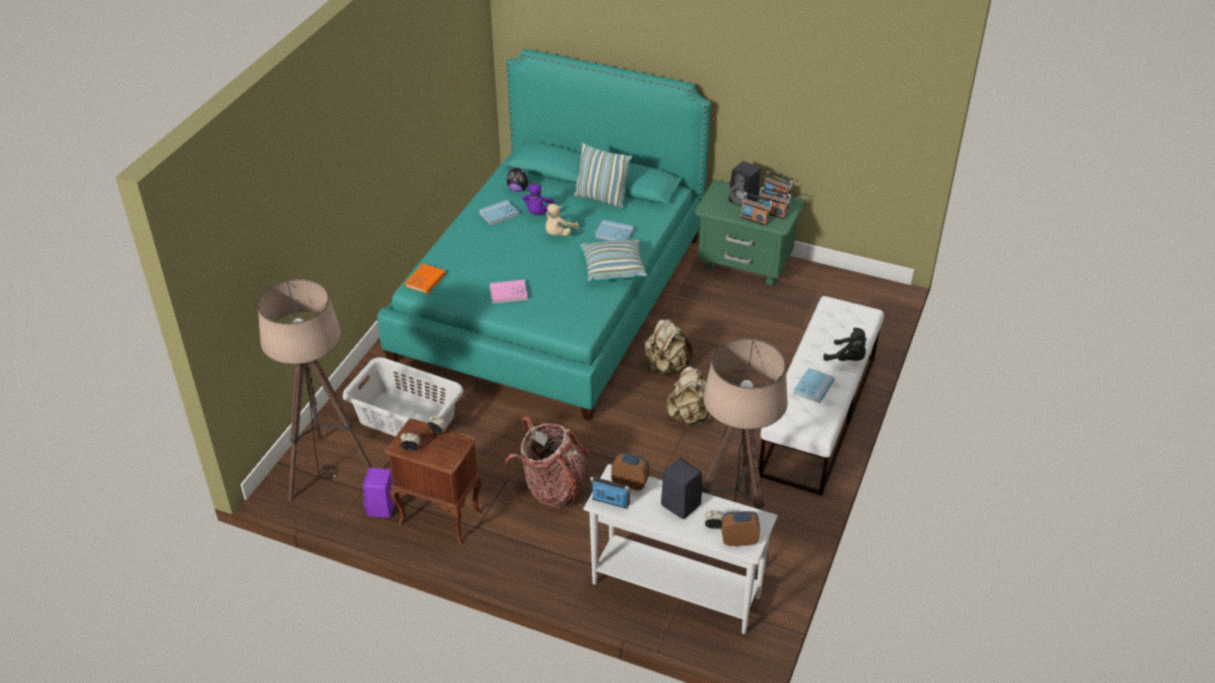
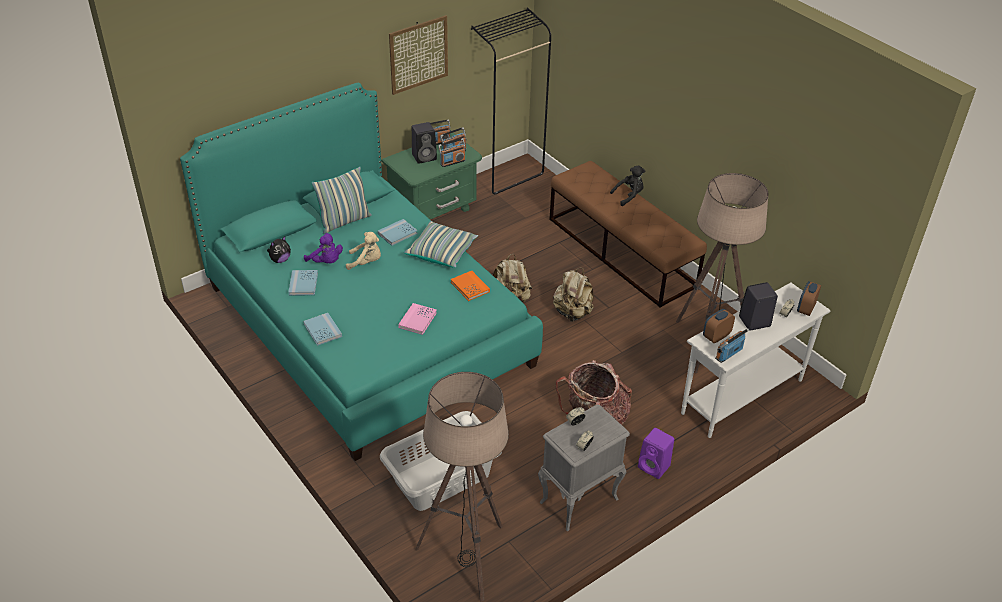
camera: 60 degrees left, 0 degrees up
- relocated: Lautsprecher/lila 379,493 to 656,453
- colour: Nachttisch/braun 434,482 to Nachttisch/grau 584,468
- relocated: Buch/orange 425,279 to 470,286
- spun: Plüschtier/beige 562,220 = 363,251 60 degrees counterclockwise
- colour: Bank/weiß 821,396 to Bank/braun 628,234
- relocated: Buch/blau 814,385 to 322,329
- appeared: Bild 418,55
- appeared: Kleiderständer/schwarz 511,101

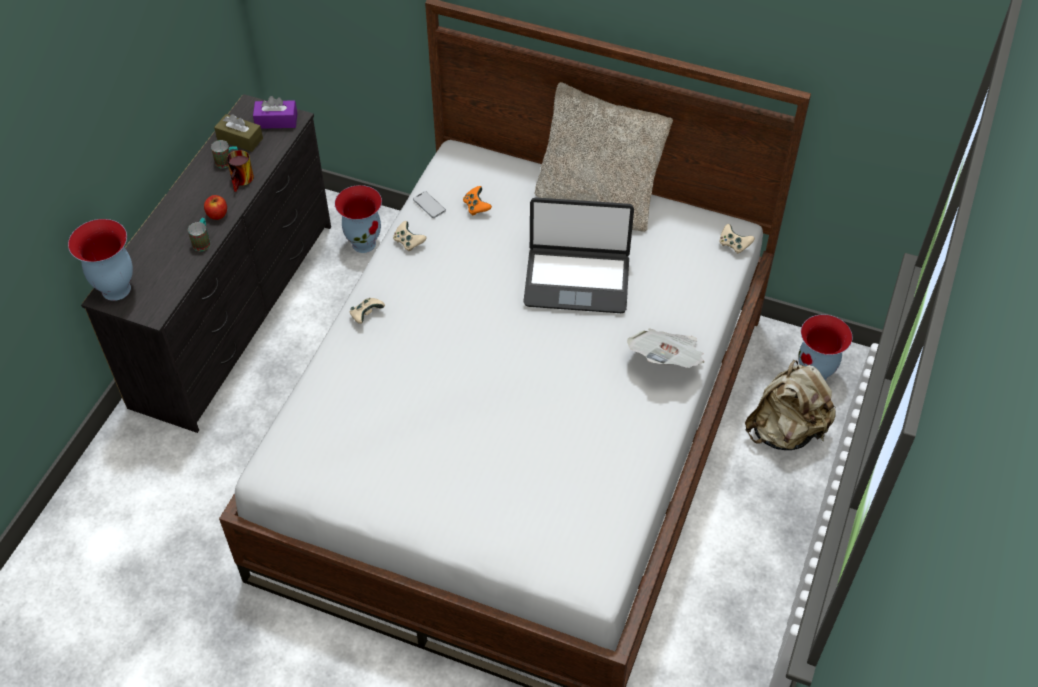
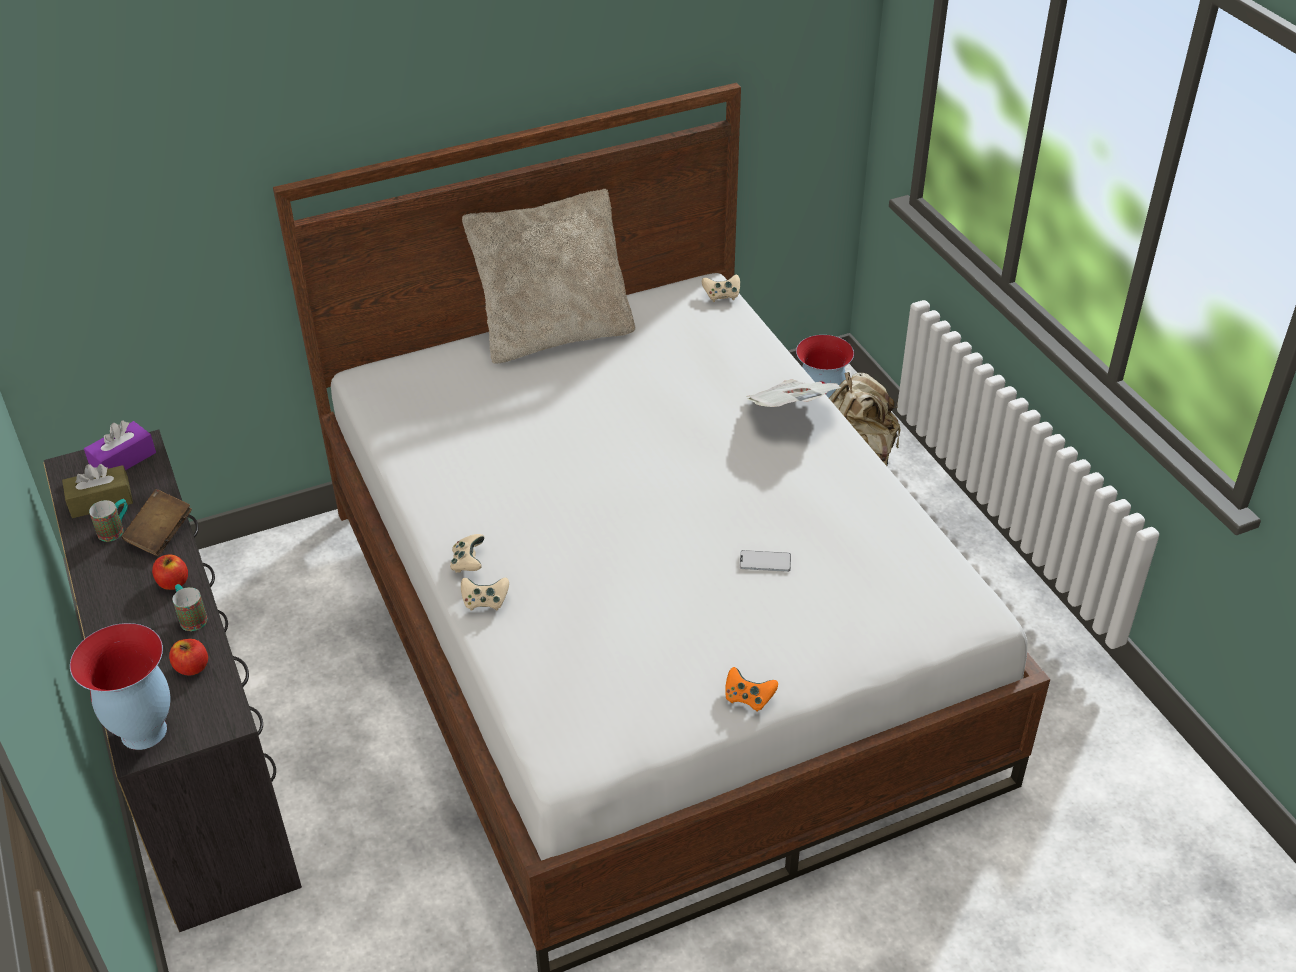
camera: 45 degrees left, 10 degrees down
- exchanged: Henkelbecher 240,171 to Buch/braun 156,522
- missing: Vase 358,219
- relocated: Gamepad/beige 410,236 to 485,594
- relocated: Handy 429,204 to 765,561
- relocated: Gamepad/orange 477,201 to 751,689
- missing: Laptop 578,255
- appeared: Apfel 188,657

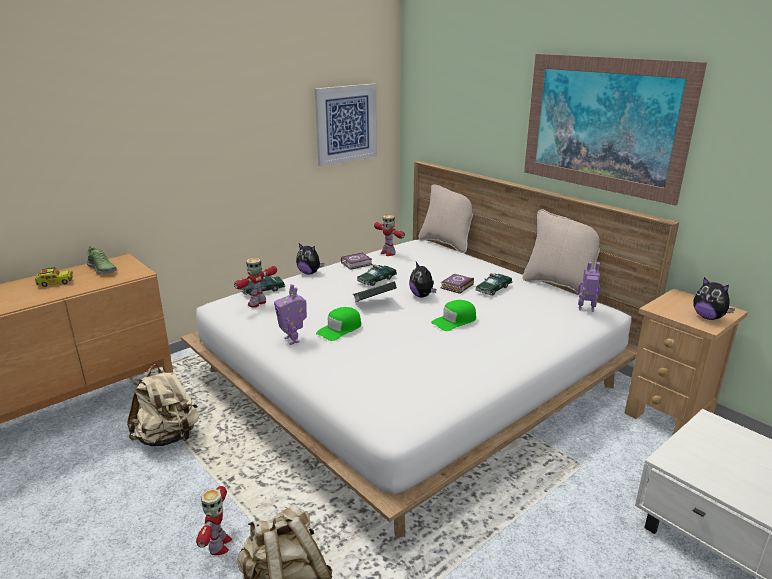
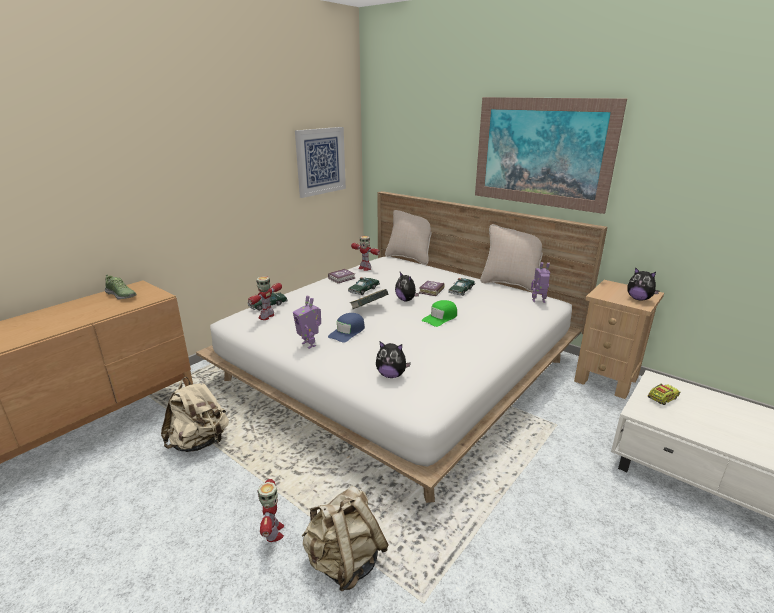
camera: 10 degrees left, 0 degrees up
- relocated: Spielzeuglaster 54,277 to 664,394
- relocated: Plüschtier 310,258 to 393,359
- colour: Kappe/grün 338,324 to Kappe/blau 346,327

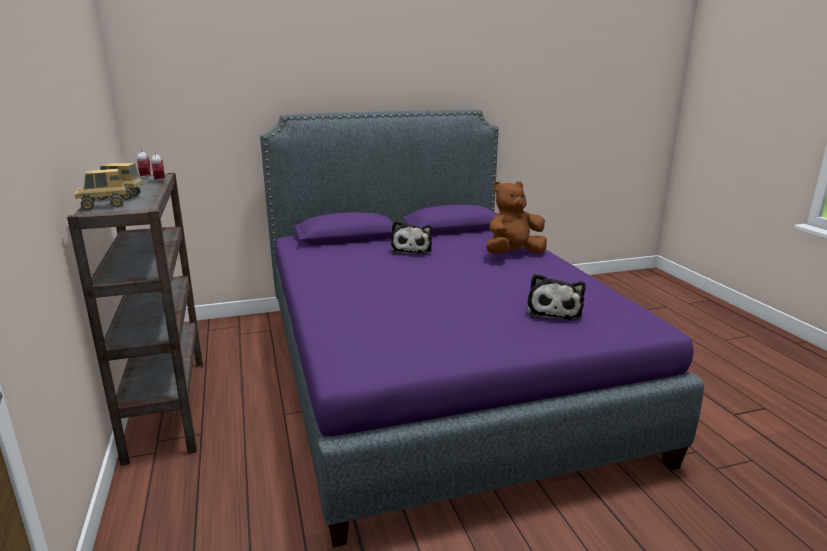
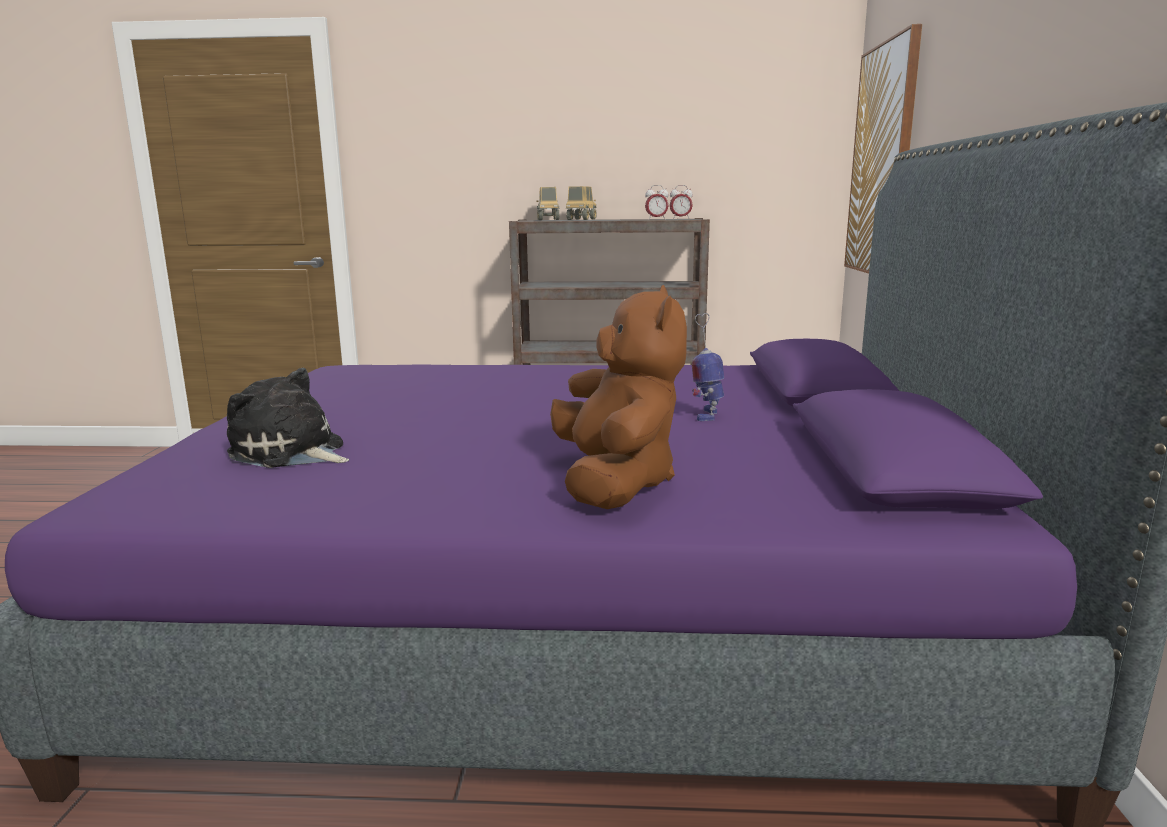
camera: 110 degrees right, 5 degrees down
- exchanged: Plüschtier 411,237 to Spielzeugroboter 708,367
- appeared: Bild 883,149

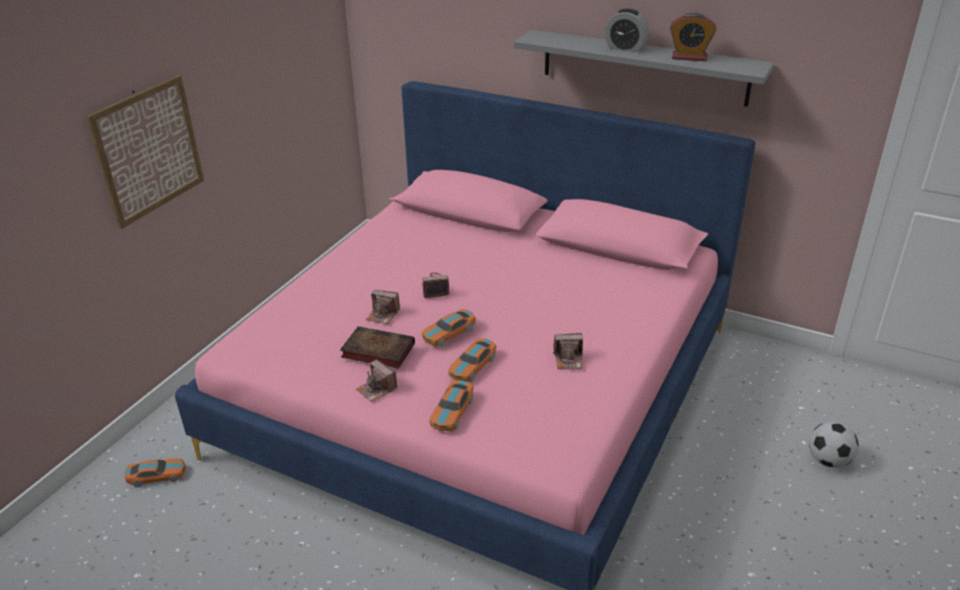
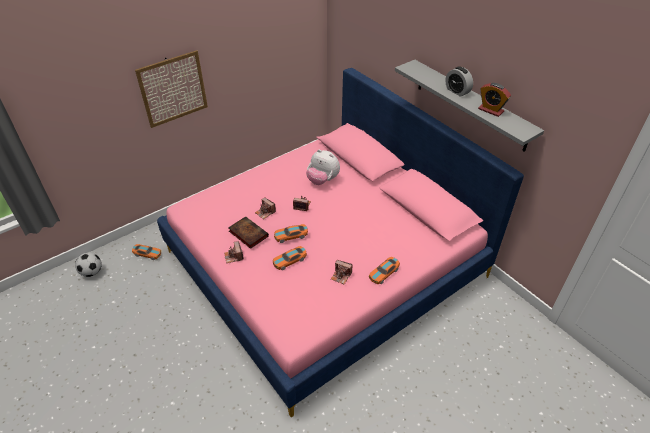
camera: 25 degrees right, 10 degrees up
- relocated: Spielzeugauto 452,405 to 384,271
- relocated: Fußball 834,444 to 88,264
- appeared: Plüschtier 323,167

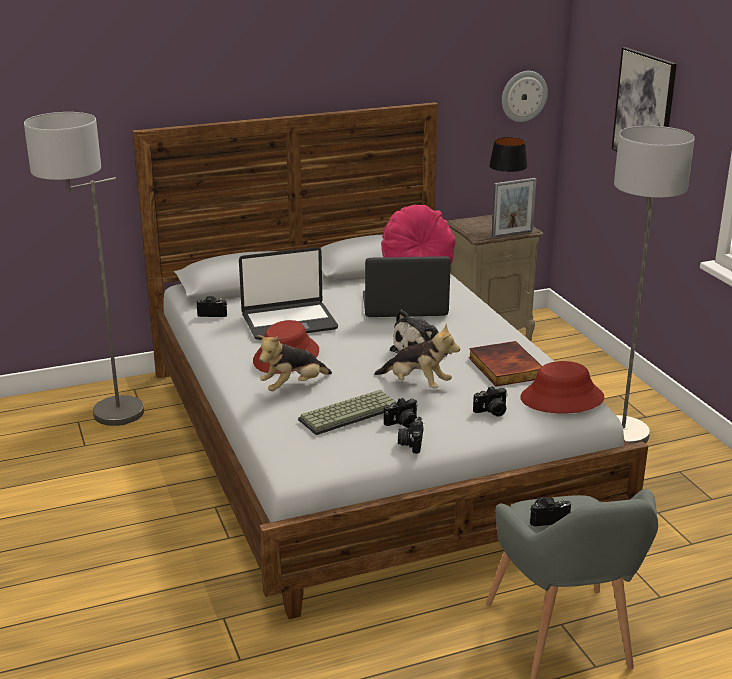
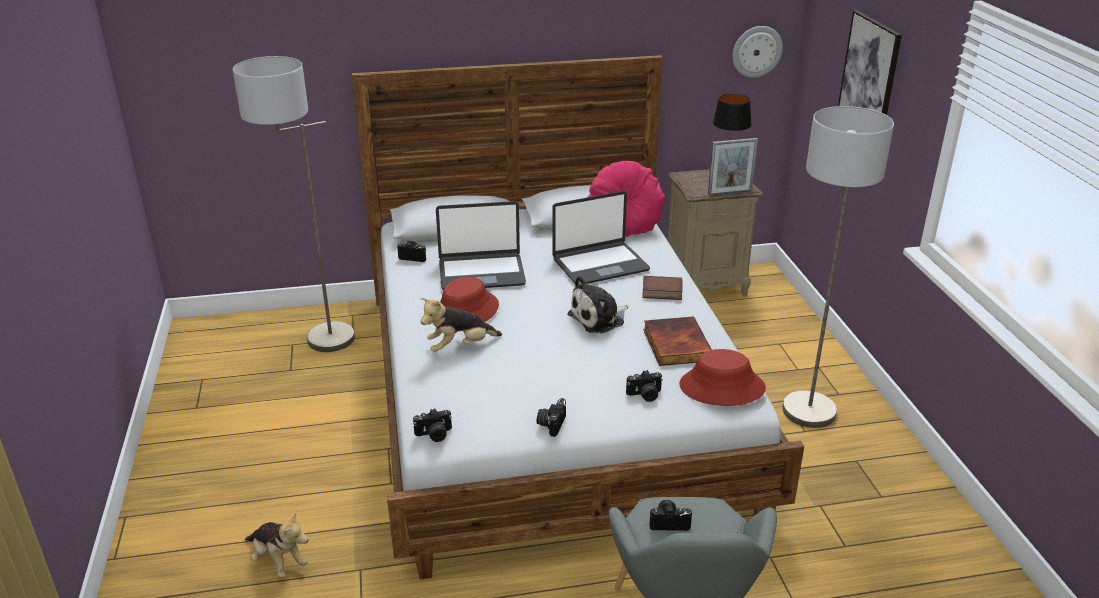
camera: 10 degrees right, 5 degrees up
- missing: Tastatur 347,412
- spun: Laptop 407,286 = 601,237 150 degrees clockwise
- relocated: Plüschtier 417,356 to 276,544
- relocated: Kamera 401,413 to 432,425
- appeared: Buch 662,288

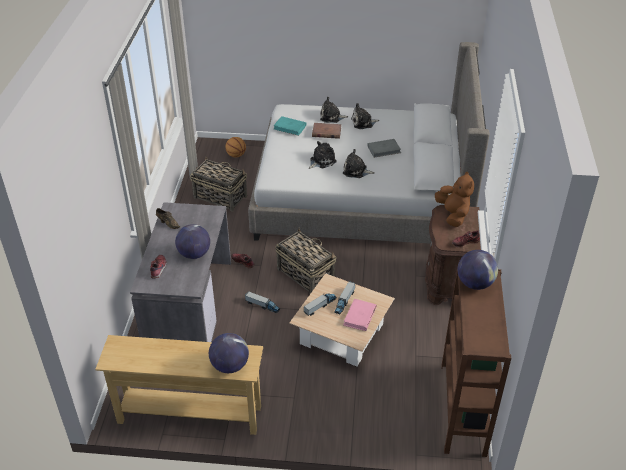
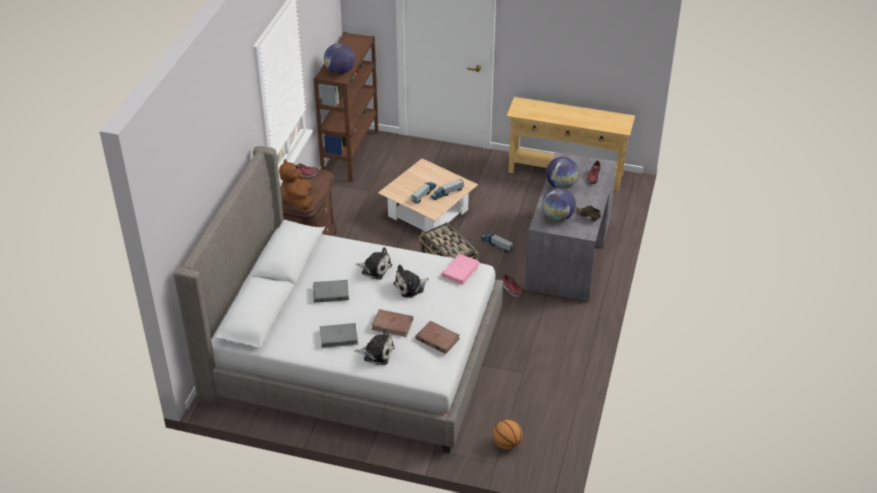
camera: 170 degrees left, 0 degrees up
- missing: Korb 218,184
- relocated: Globus 229,353 to 559,204
- colour: Buch/türkis 289,126 to Buch/braun 437,337
- relocated: Buch/rosa 360,315 to 461,269
- exchanged: Plüschtier 365,116 to Buch/grau 339,335

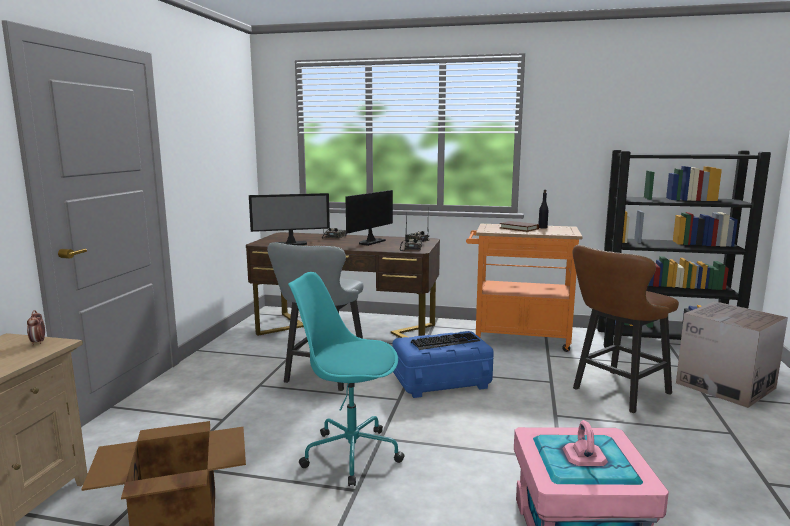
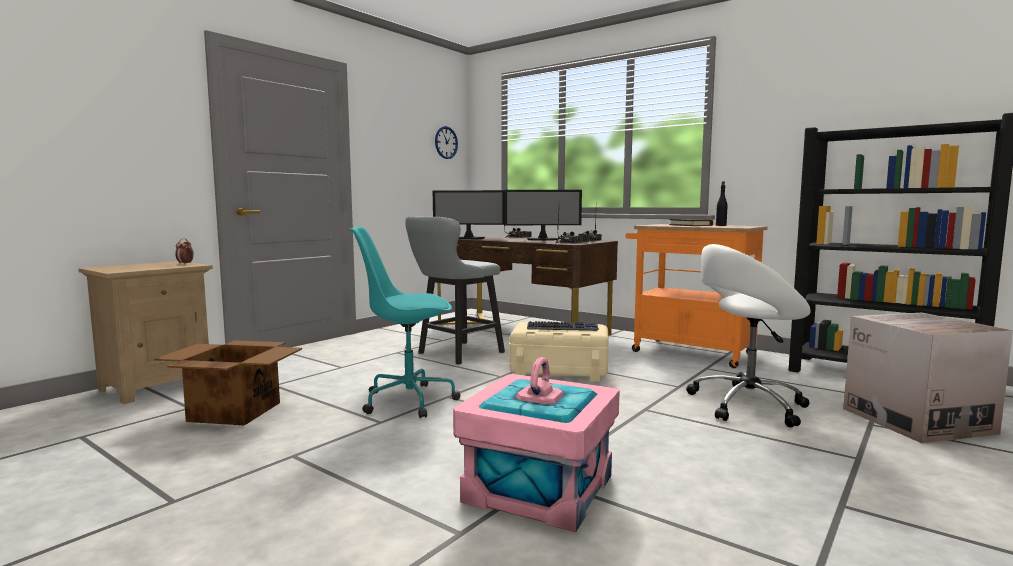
camera: 25 degrees right, 5 degrees down
- spun: Bürostuhl/türkis 346,379 = 405,322 45 degrees counterclockwise
- spun: Monitor 369,218 = 543,215 150 degrees counterclockwise
- colour: Aufbewahrungsbox/blau 443,364 to Aufbewahrungsbox/beige 559,352
- exchanged: Hocker/braun 626,329 to Bürostuhl/weiß 748,335
- appeared: Wanduhr 446,142

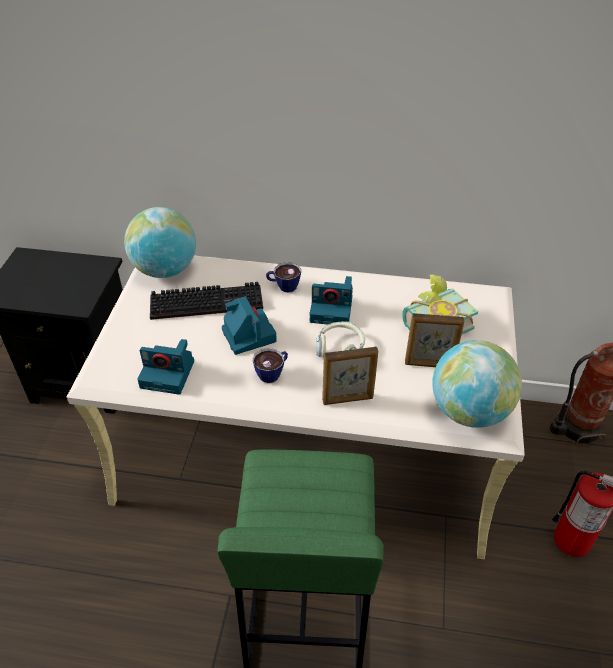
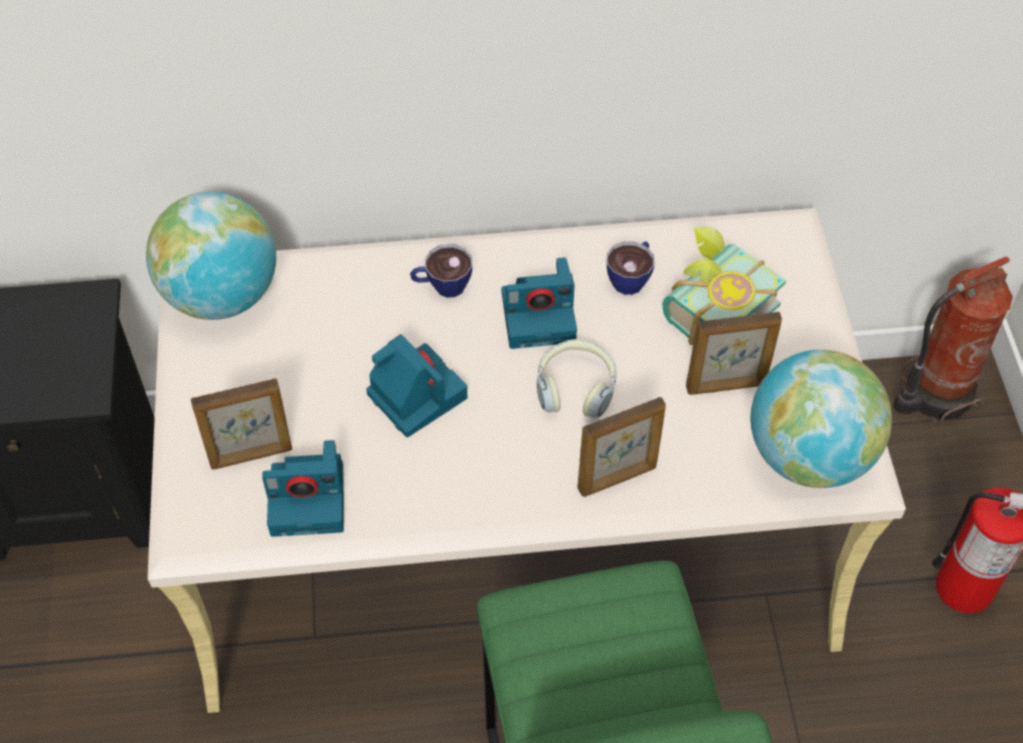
camera: 15 degrees left, 10 degrees up
- missing: Tastatur 206,301
- relocated: Tasse 270,365 to 630,268
- appeared: Bilderrahmen 241,424

